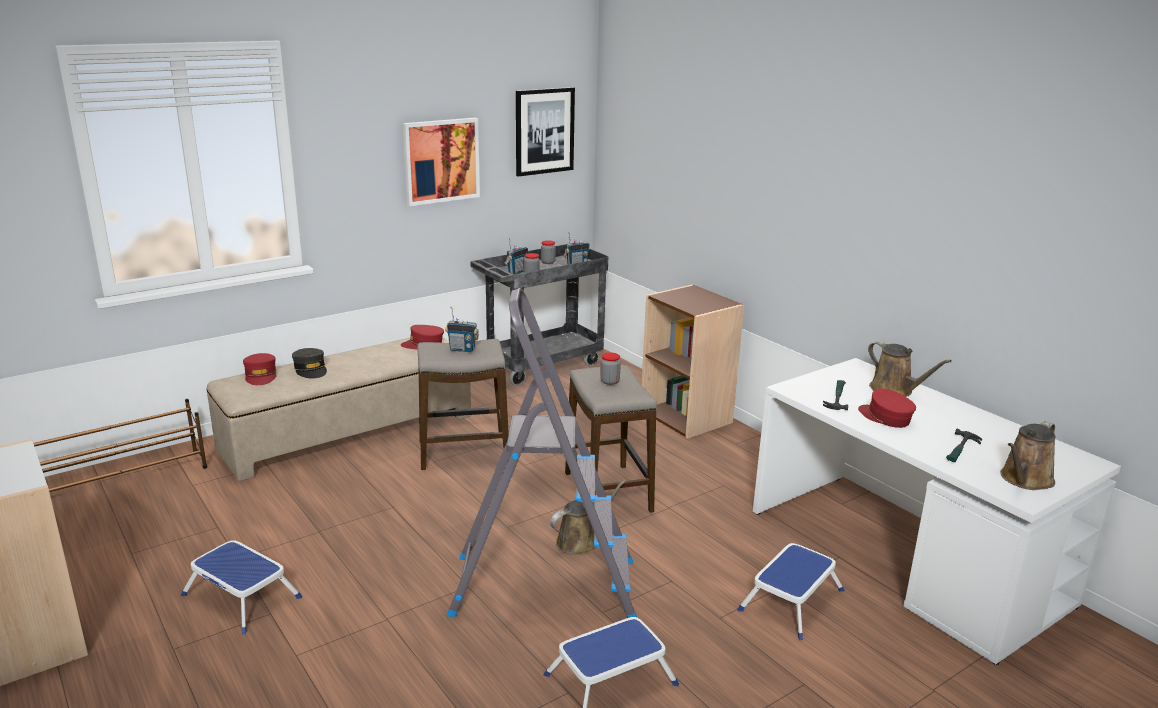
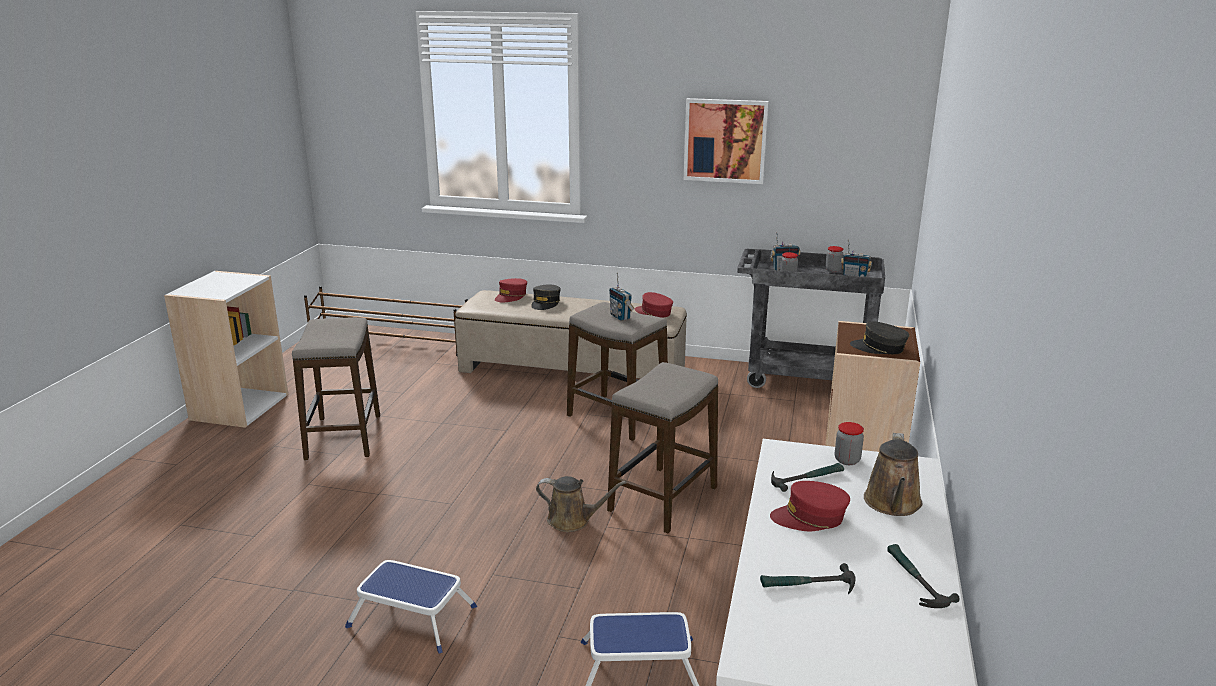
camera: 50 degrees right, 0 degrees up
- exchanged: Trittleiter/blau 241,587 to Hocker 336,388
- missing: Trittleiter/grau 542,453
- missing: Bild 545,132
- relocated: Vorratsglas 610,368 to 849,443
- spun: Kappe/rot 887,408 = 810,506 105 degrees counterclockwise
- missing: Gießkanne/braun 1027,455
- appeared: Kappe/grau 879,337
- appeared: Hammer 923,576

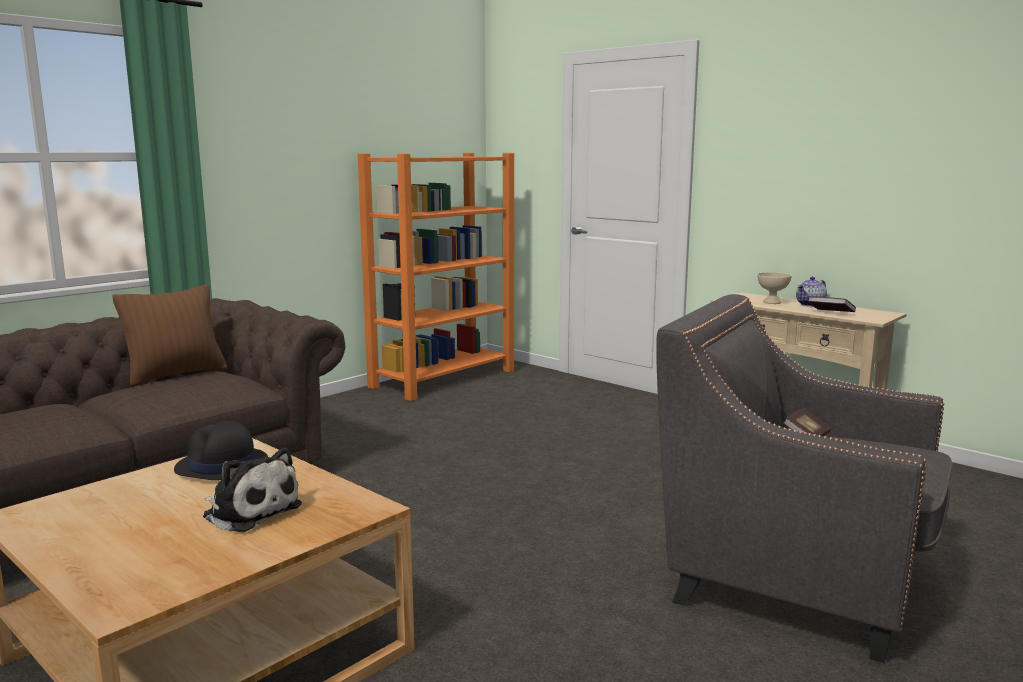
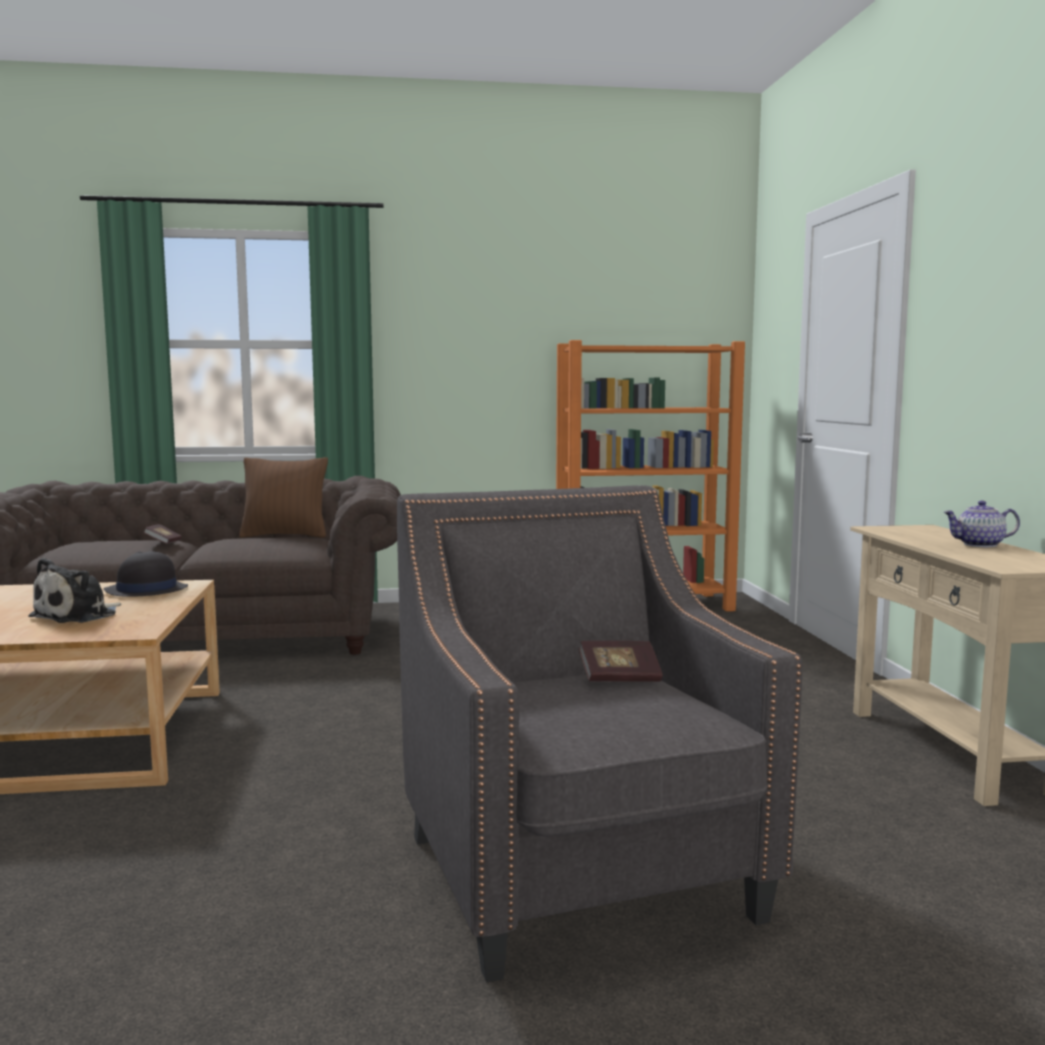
camera: 40 degrees right, 5 degrees down
- spun: Plüschtier 252,490 = 75,590 45 degrees clockwise
- missing: Schüssel/beige 774,288
- relocated: Buch 832,304 to 162,534

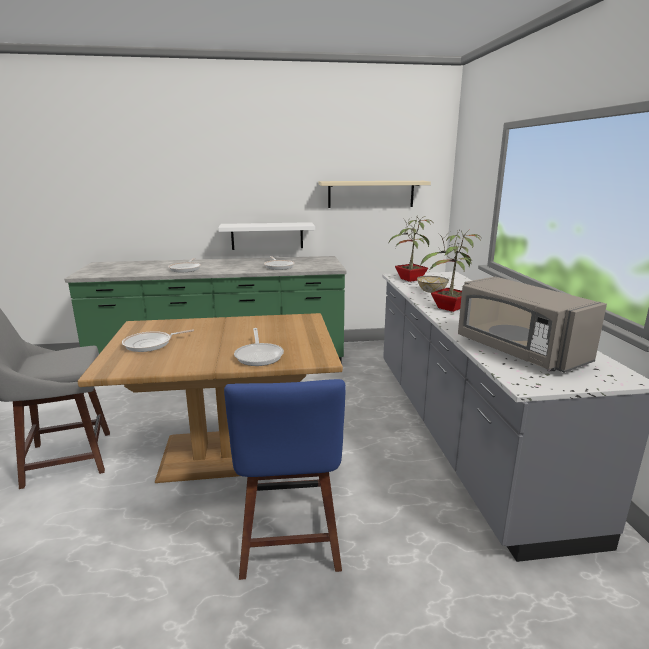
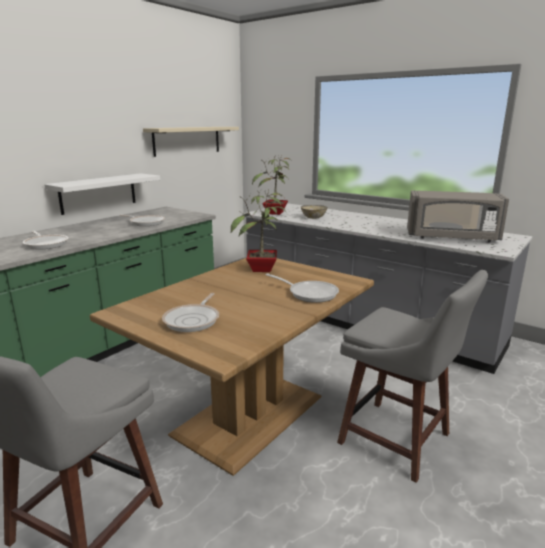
camera: 45 degrees left, 0 degrees up
- colour: Hocker/blau 285,479 to Hocker/grau 412,376
- relocated: Topfpflanze 450,271 to 258,230

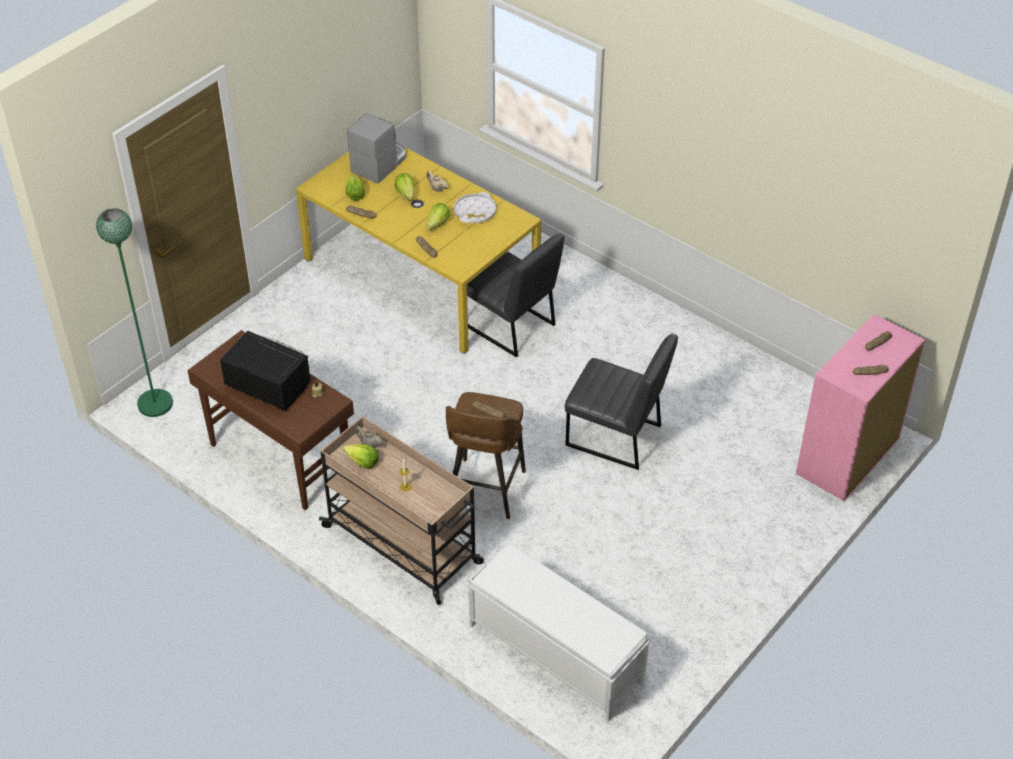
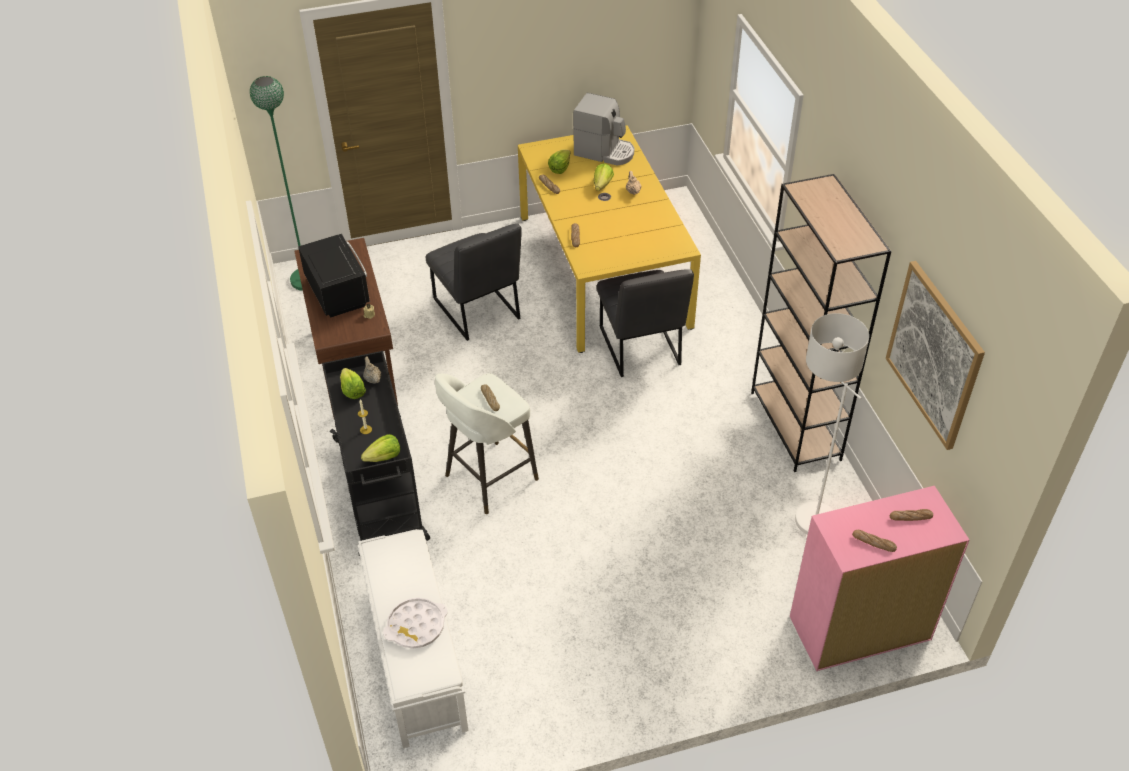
camera: 35 degrees right, 0 degrees up
- colour: Rollwagen/beige 401,510 to Rollwagen/schwarz 376,453
- spun: Kaffeemaschine 376,149 = 603,129 45 degrees clockwise
- relocated: Salatkopf 438,216 to 380,448
- colour: Hocker/braun 486,455 to Hocker/weiß 487,443
- relocated: Tablett/weiß 475,207 to 415,623
- relocated: Stuhl/grau 621,402 to 474,282
- appeared: Bücherregal/beige 821,323
- appeared: Stehlampe/weiß 832,424
- appeared: Bild 935,355

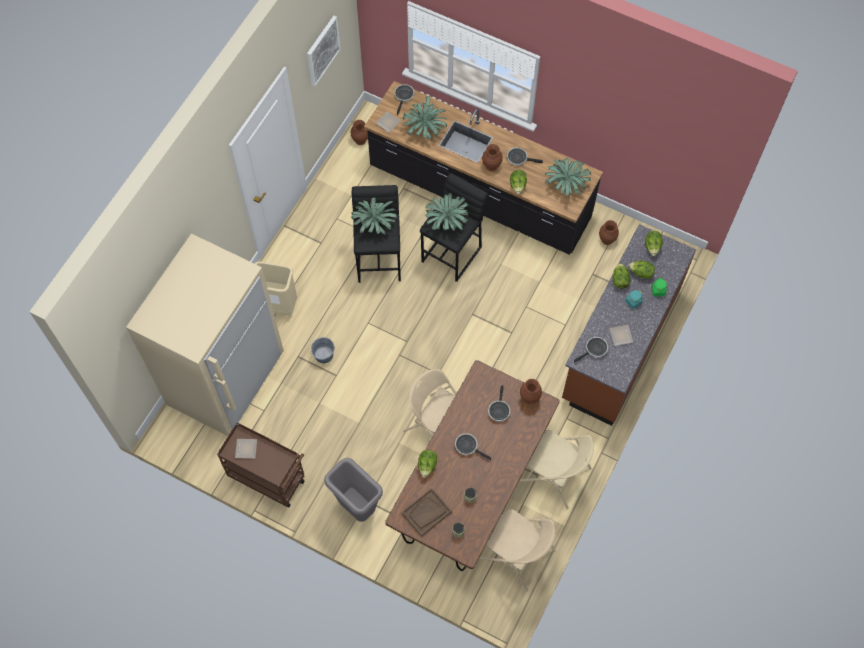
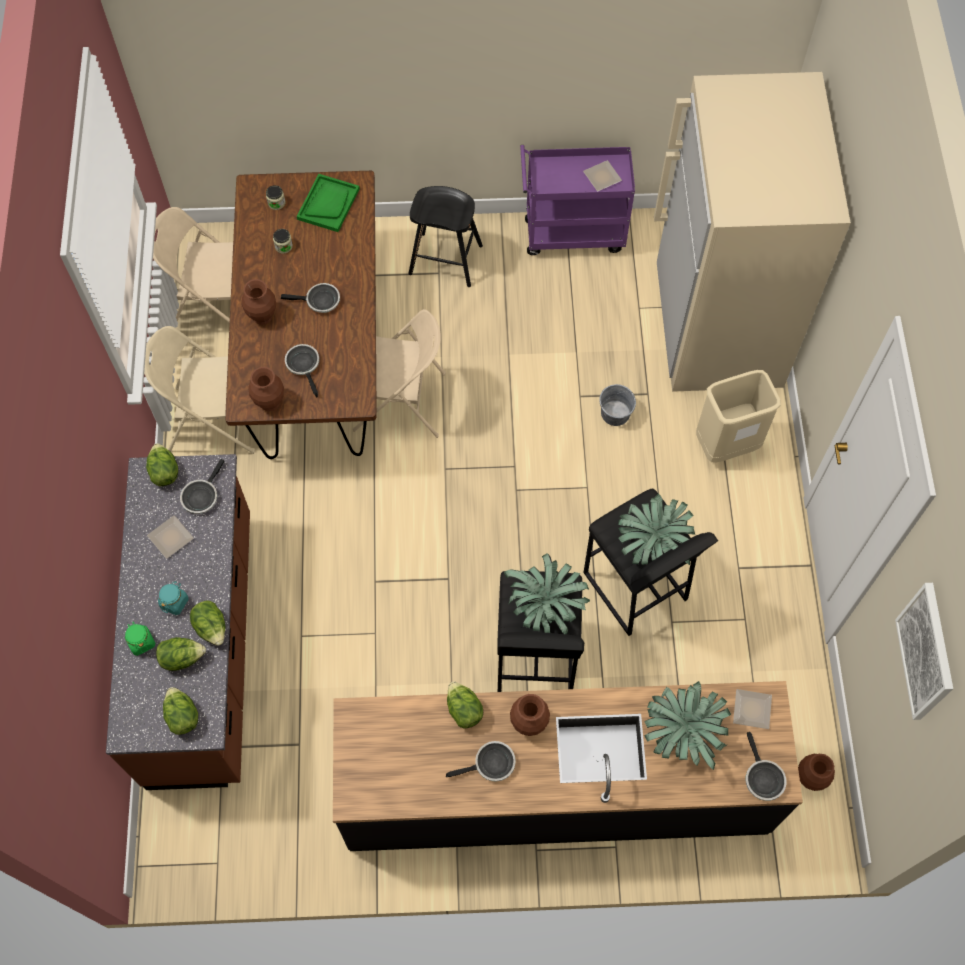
camera: 150 degrees right, 0 degrees up
- colour: Rollwagen/braun 261,465 to Rollwagen/lila 577,200
- exchanged: Mülleimer/grau 353,490 to Hocker/schwarz 445,236
- colour: Tablett/braun 426,512 to Tablett/grün 328,203
- relocated: Salatkopf 427,464 to 162,464
- missing: Topfpflanze 568,177
- relocated: Vase/braun 609,232 to 259,302

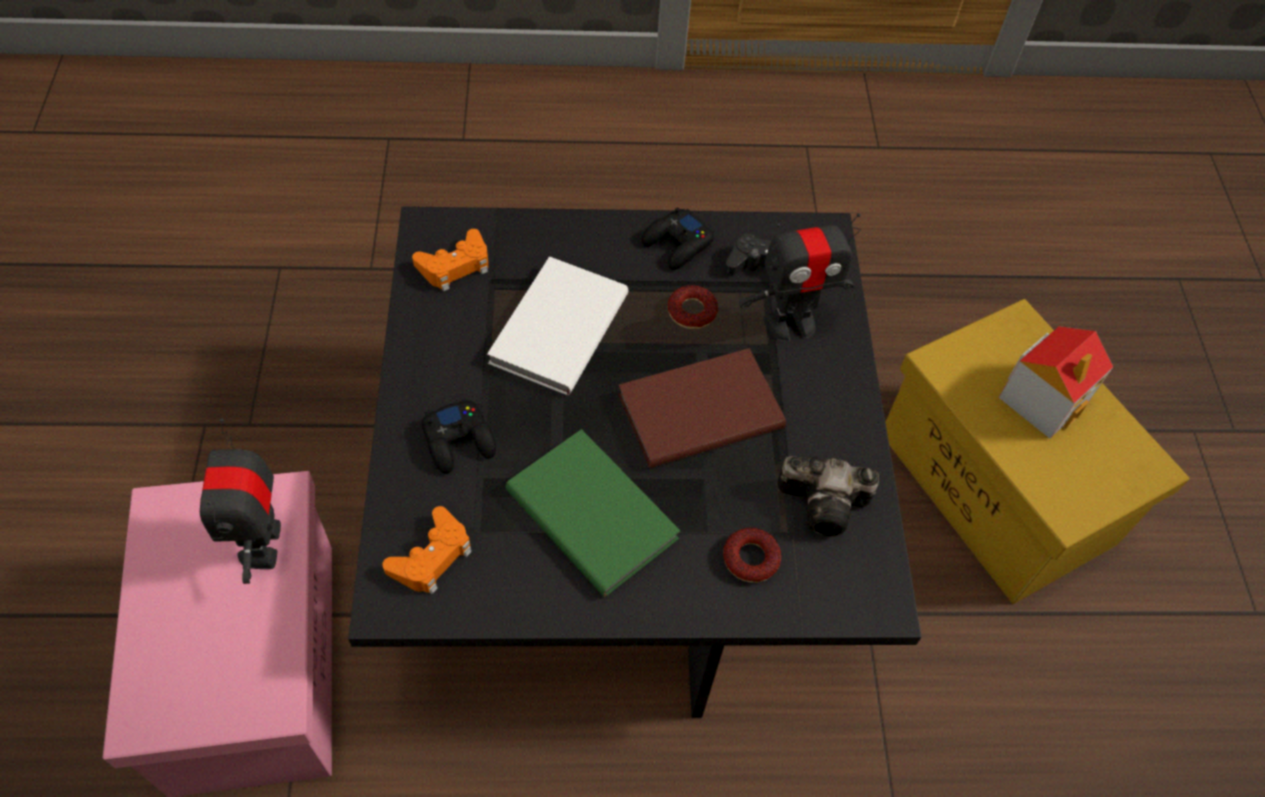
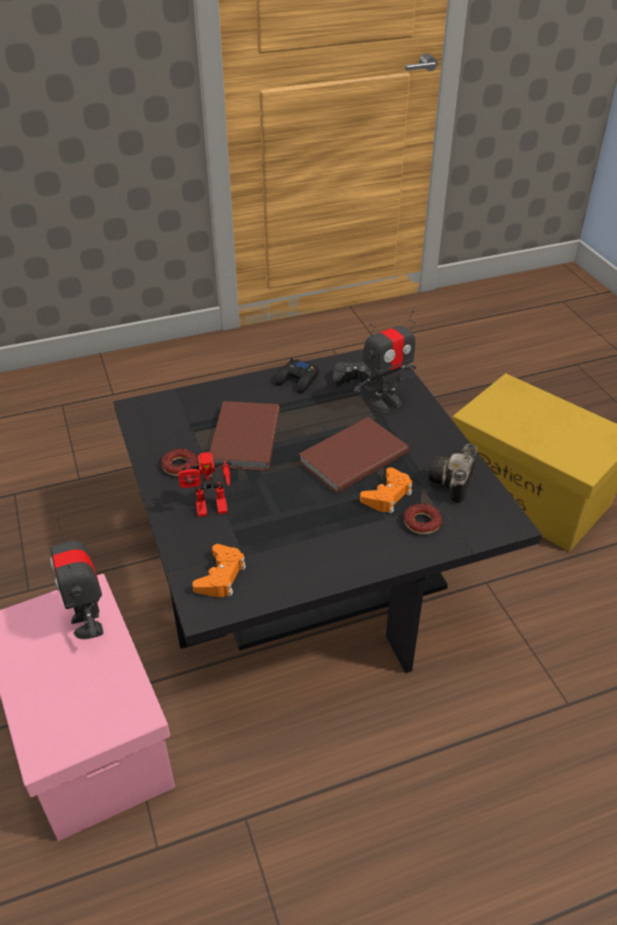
camera: 15 degrees left, 15 degrees down
- relocated: Gamepad/orange 450,260 to 386,490
- exchanged: Gamepad/schwarz 459,436 to Spielzeugroboter 204,484
- colour: Buch/weiß 557,325 to Buch/braun 244,435
- missing: Buch/grün 592,513
- relocated: Donut 693,307 to 179,462
- spun: Kamera 828,496 = 452,474 120 degrees clockwise
- missing: Spielzeughaus 1055,382

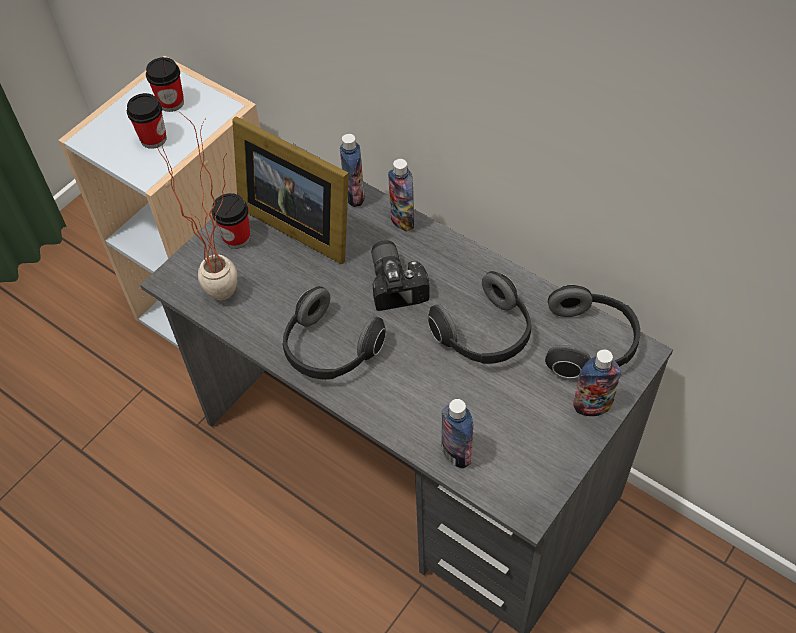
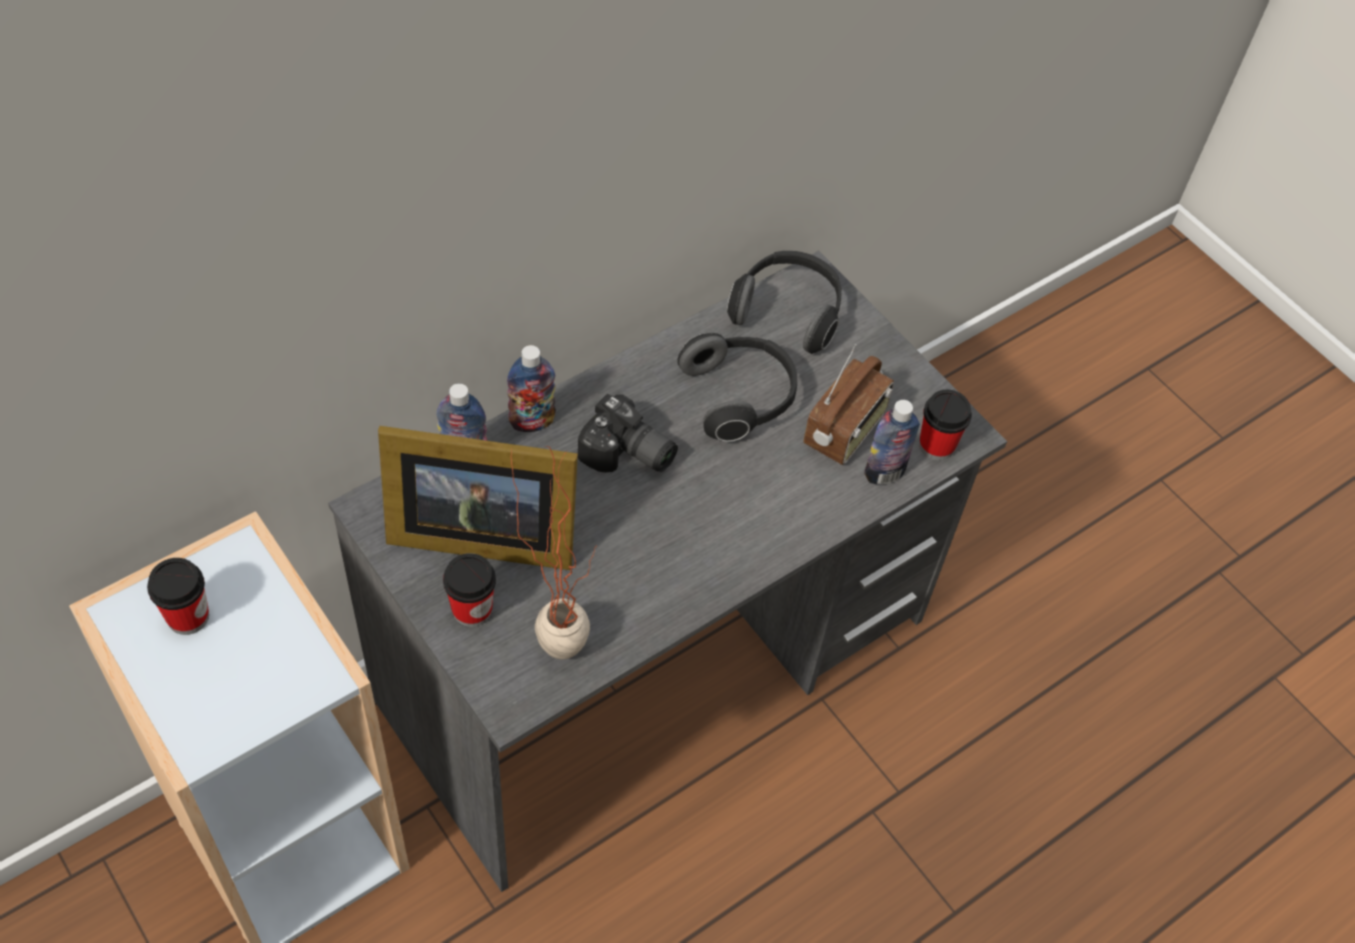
camera: 80 degrees left, 0 degrees up
- relocated: Tasse 147,121 to 945,424
- spun: Bilderrahmen 290,190 = 478,498 45 degrees clockwise
- missing: Kopfhörer 335,333
- spun: Kamera 400,275 = 628,433 150 degrees counterclockwise
- missing: Flasche 597,382
- appeared: Radio 848,404

